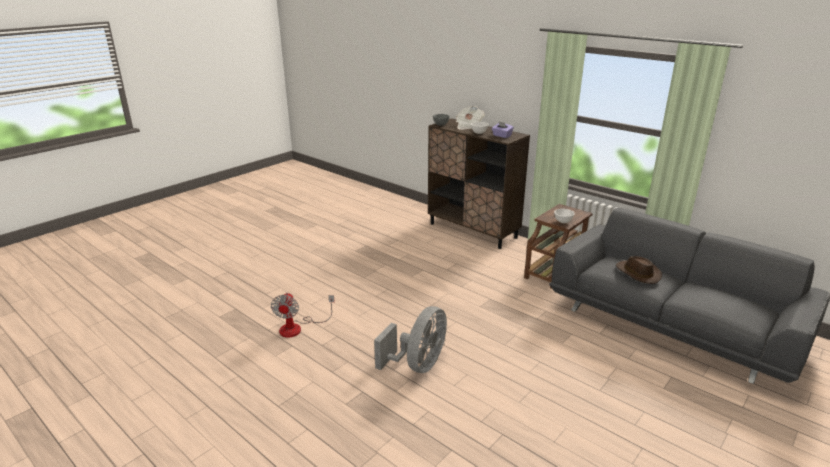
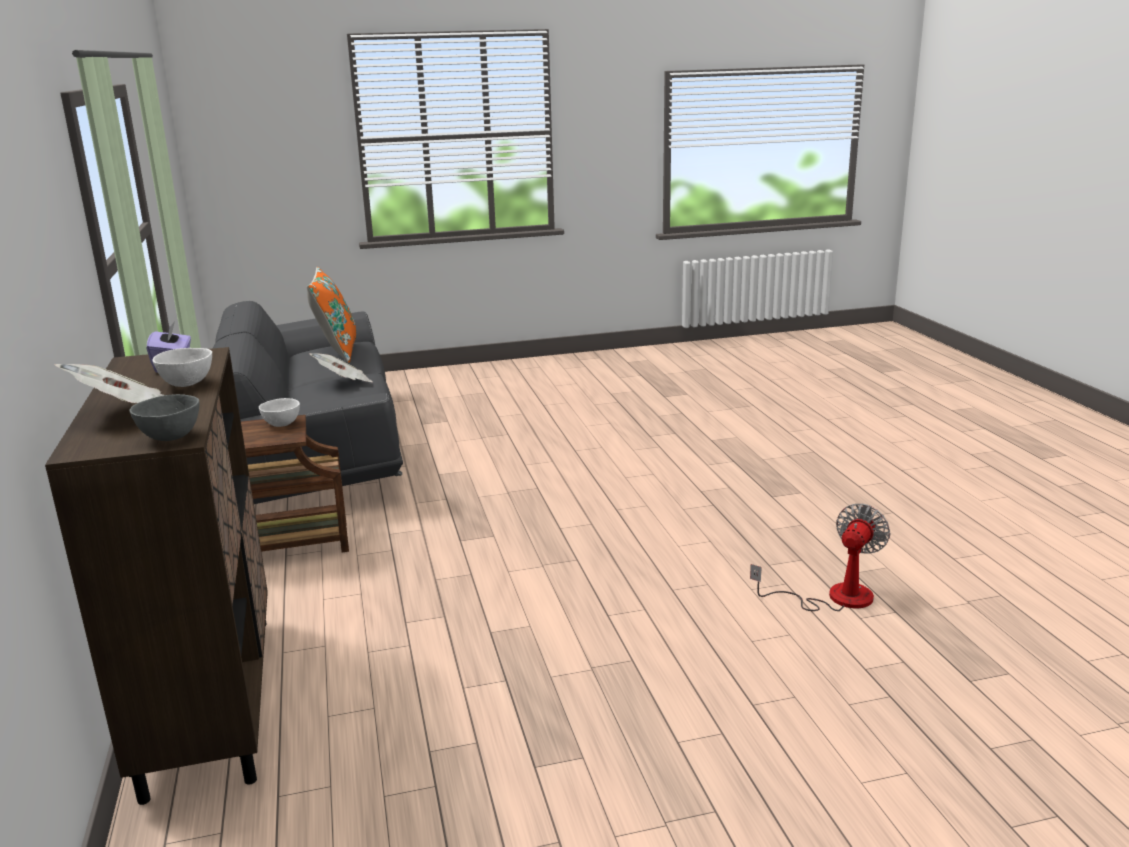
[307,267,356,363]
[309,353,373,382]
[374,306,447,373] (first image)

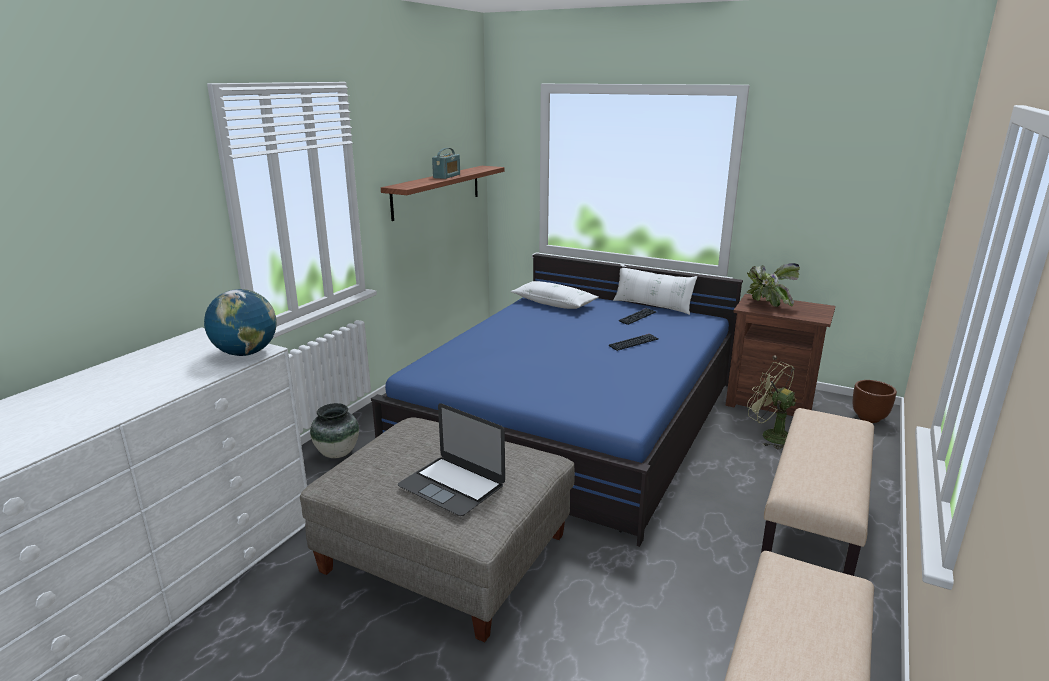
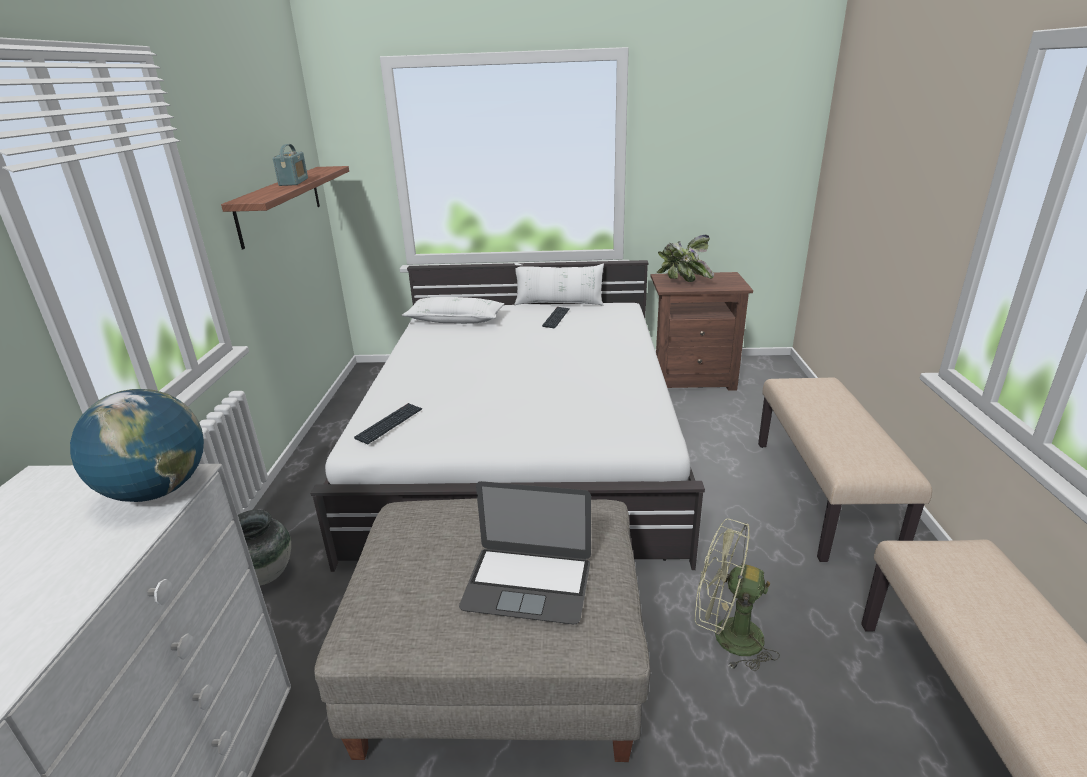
[310,260,705,572]
[354,403,423,444]
[695,519,780,671]
[853,380,897,423] (first image)

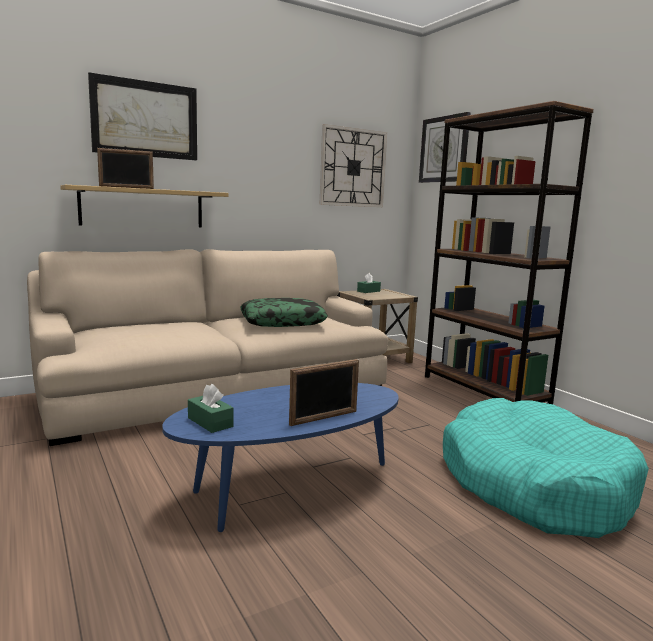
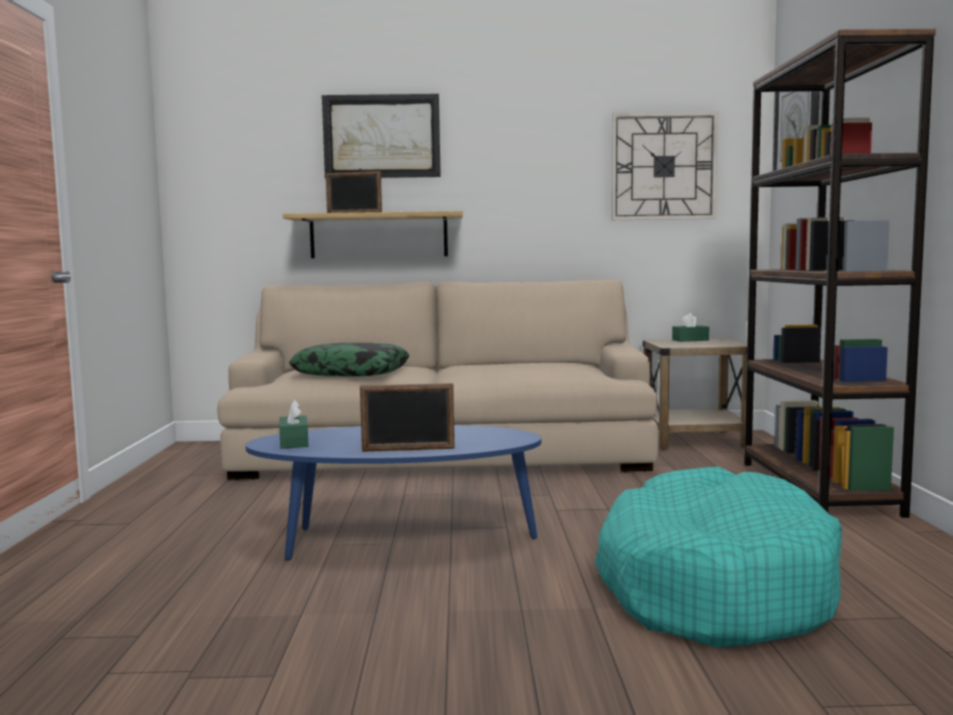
[289,343,409,377]

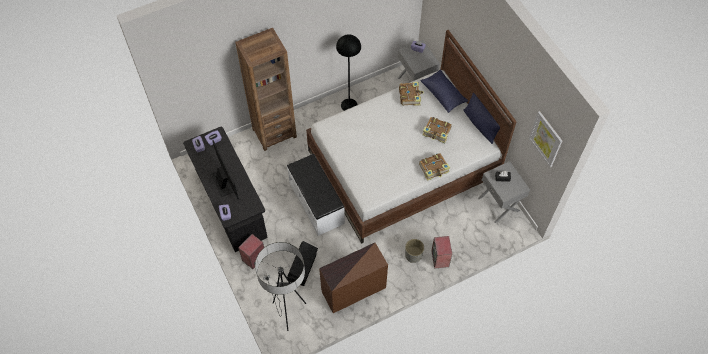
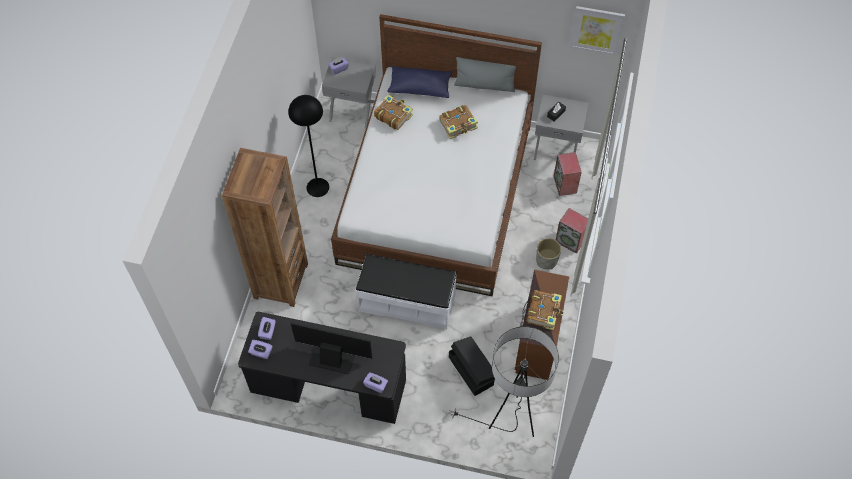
[454,57,516,92]
[526,290,564,330]
[554,152,582,196]

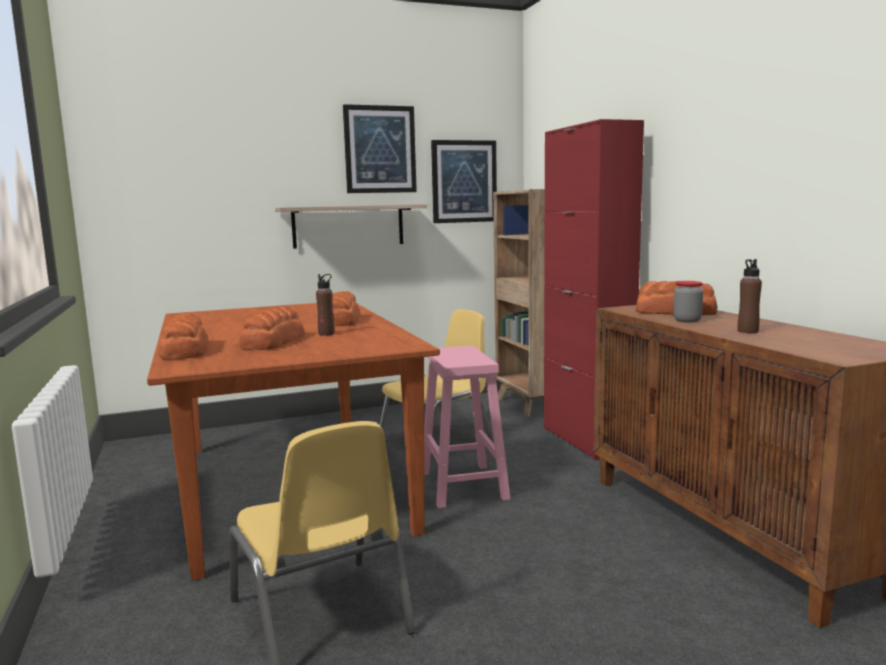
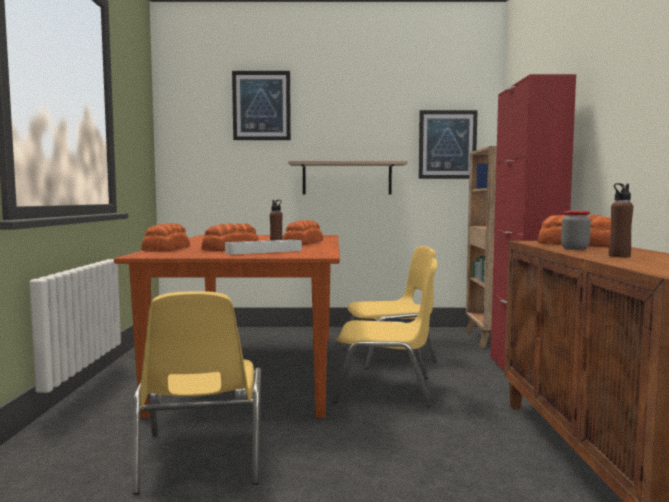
[225,239,302,255]
[232,71,291,140]
[333,258,437,407]

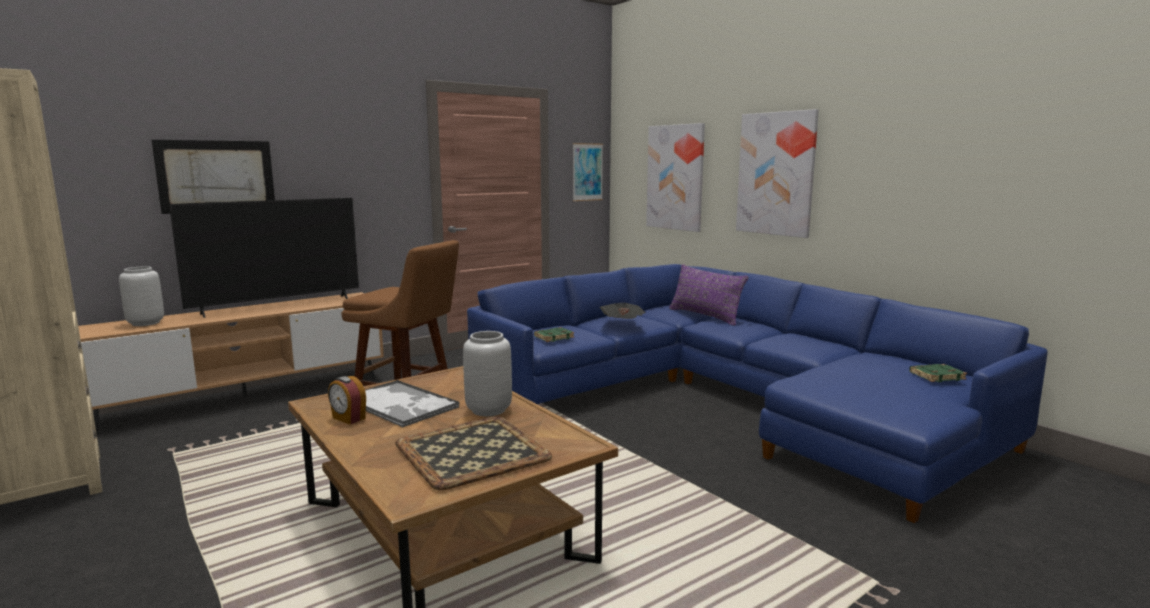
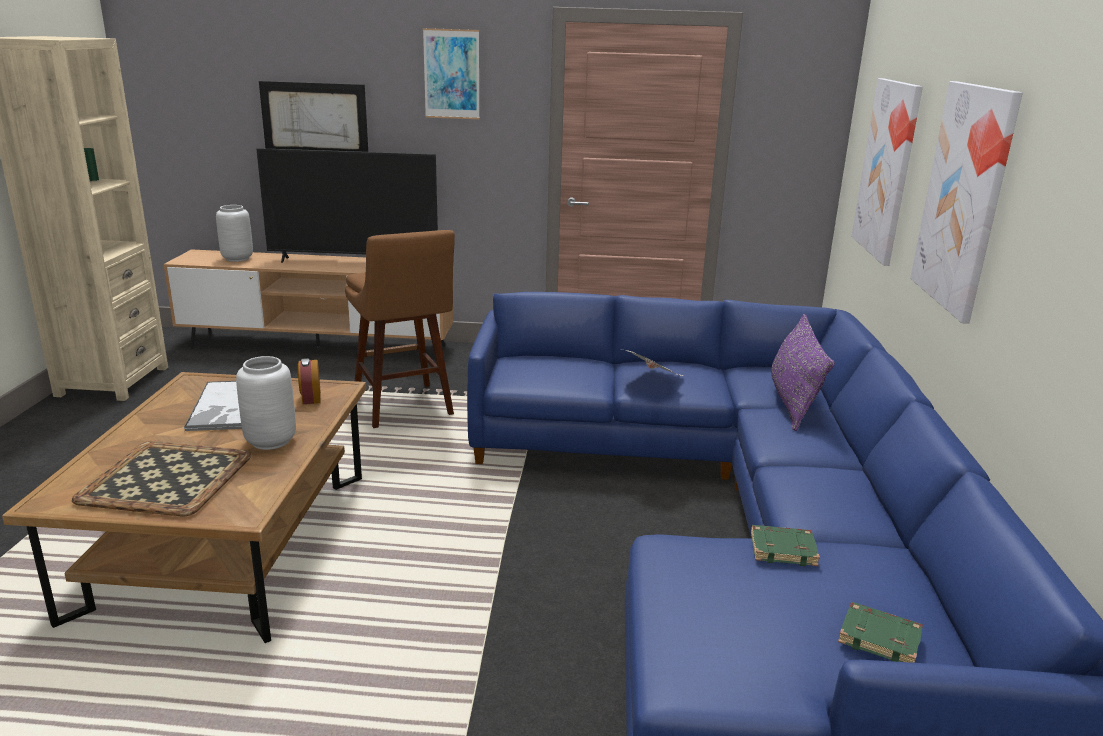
[298,358,321,404]
[423,28,480,119]
[751,525,820,566]

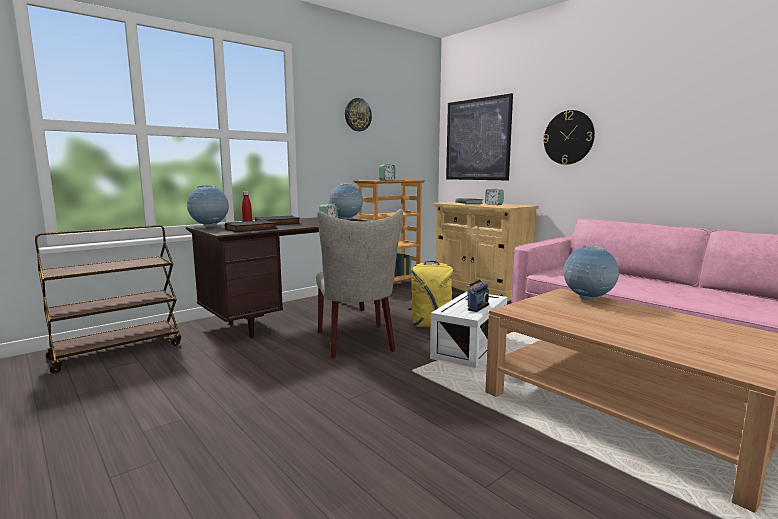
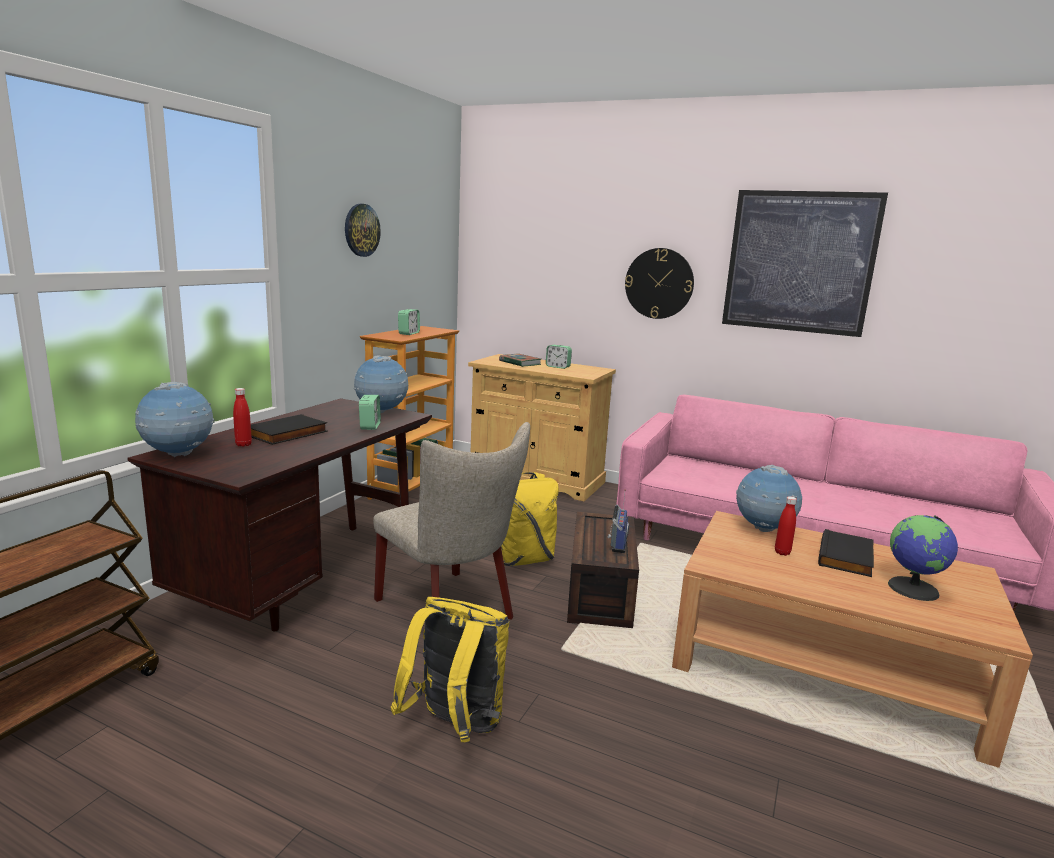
[391,597,509,742]
[567,512,639,628]
[722,190,888,337]
[775,496,797,556]
[818,529,874,577]
[888,515,958,601]

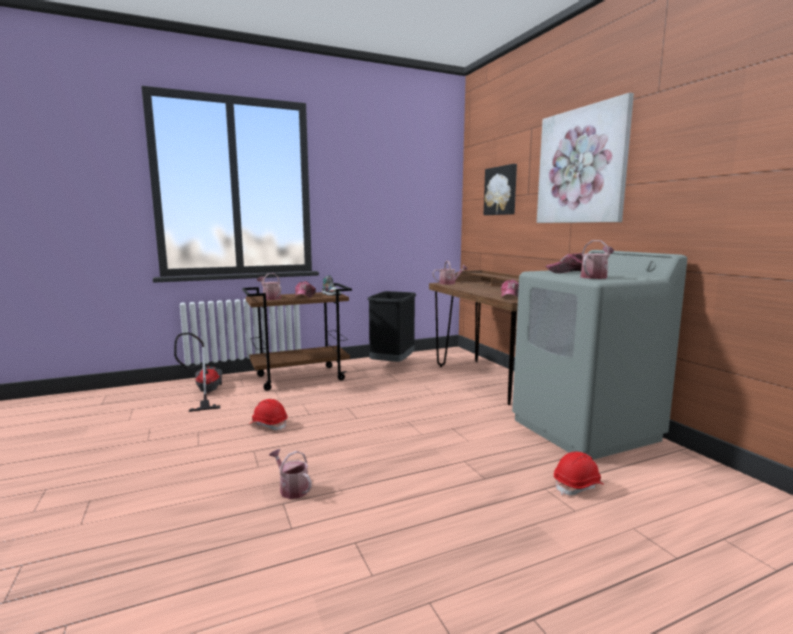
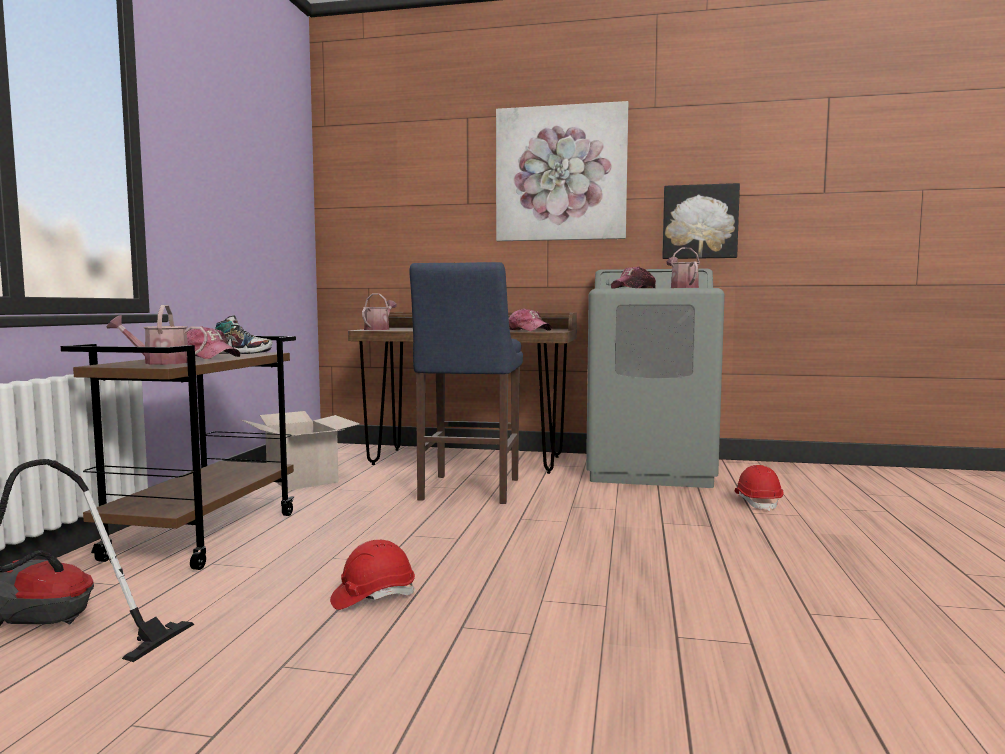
[242,411,360,490]
[409,262,523,504]
[662,183,740,259]
[269,449,312,499] (first image)

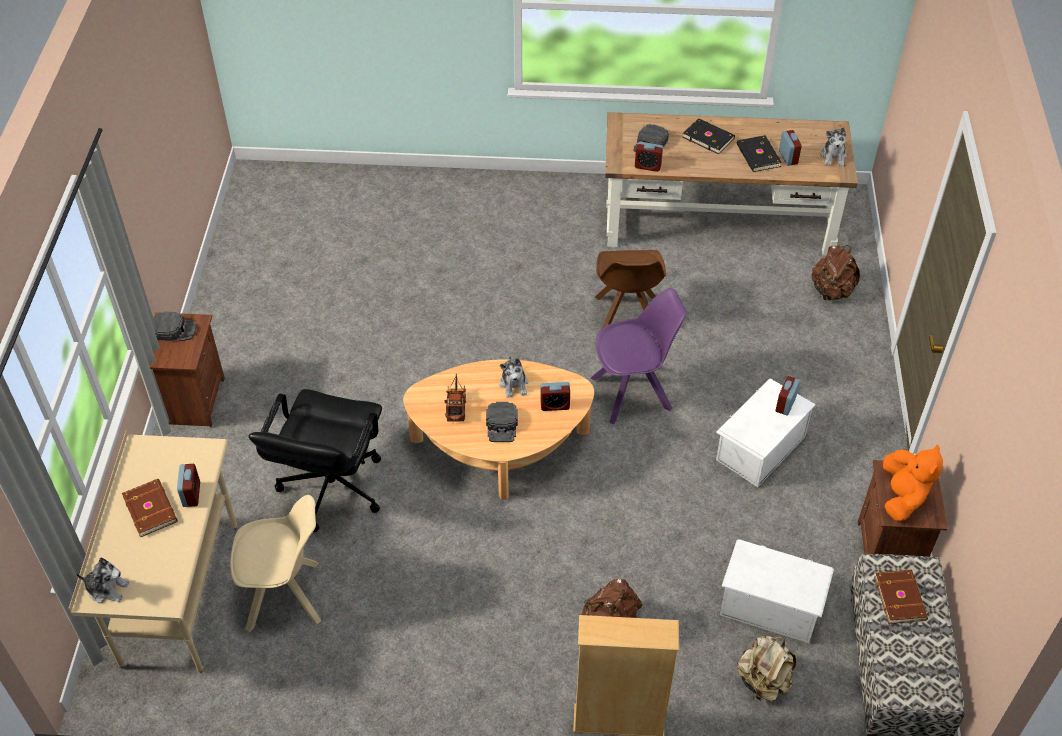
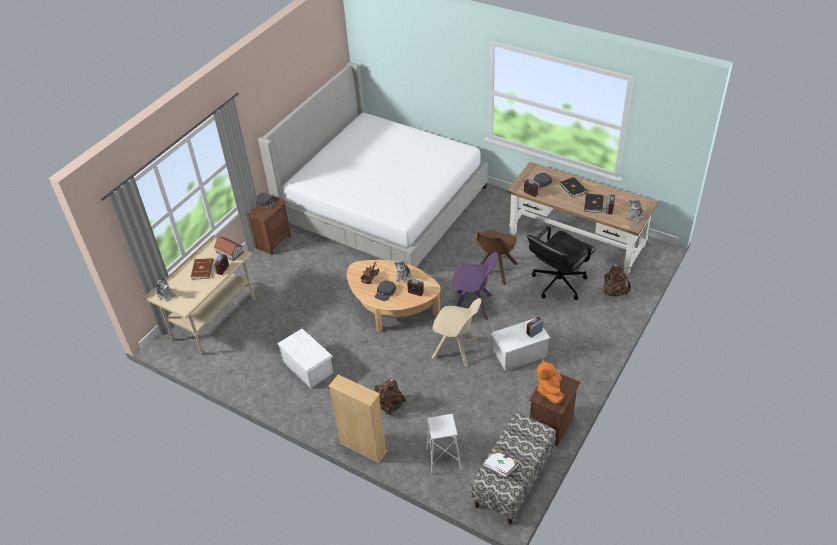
[214,236,244,261]
[258,62,488,267]
[277,329,333,388]
[426,414,462,474]
[432,298,482,367]
[483,451,519,477]
[527,226,596,300]
[537,359,564,404]
[874,570,928,624] (first image)

